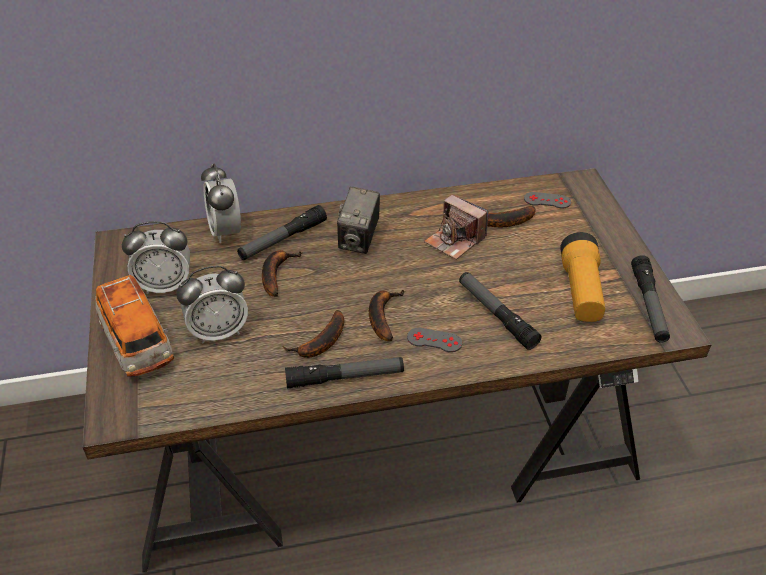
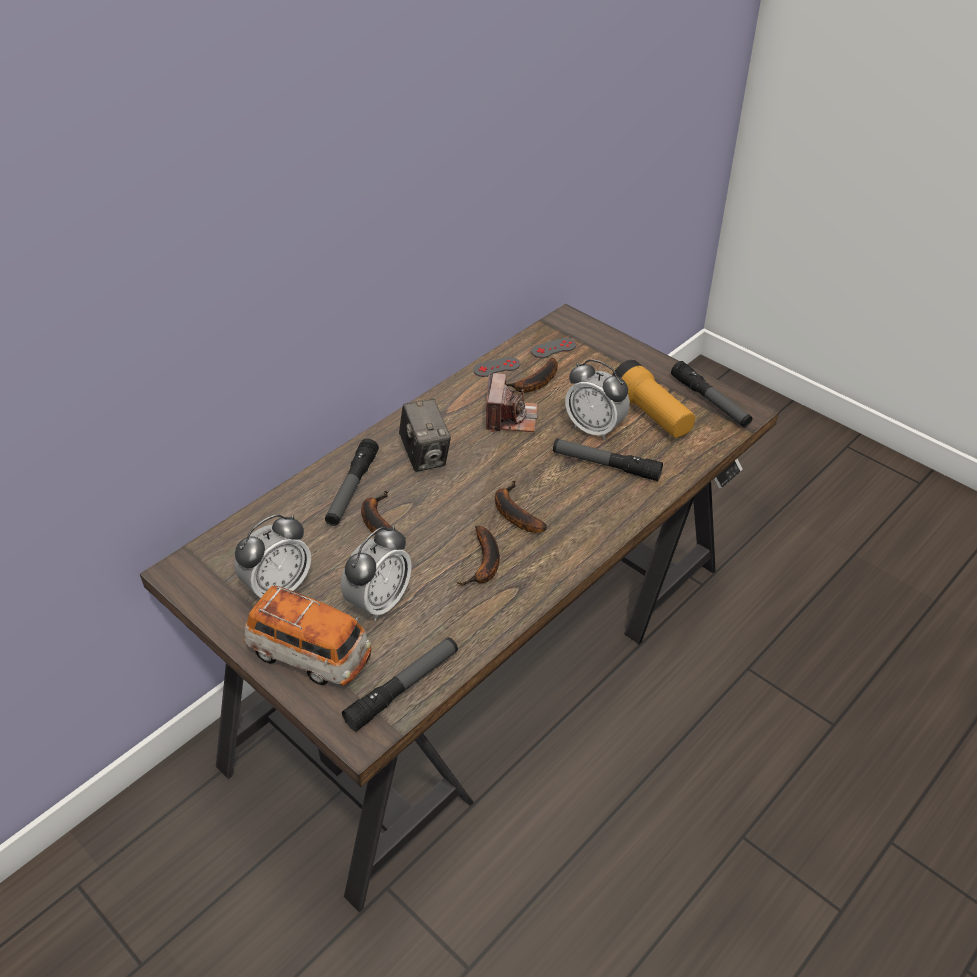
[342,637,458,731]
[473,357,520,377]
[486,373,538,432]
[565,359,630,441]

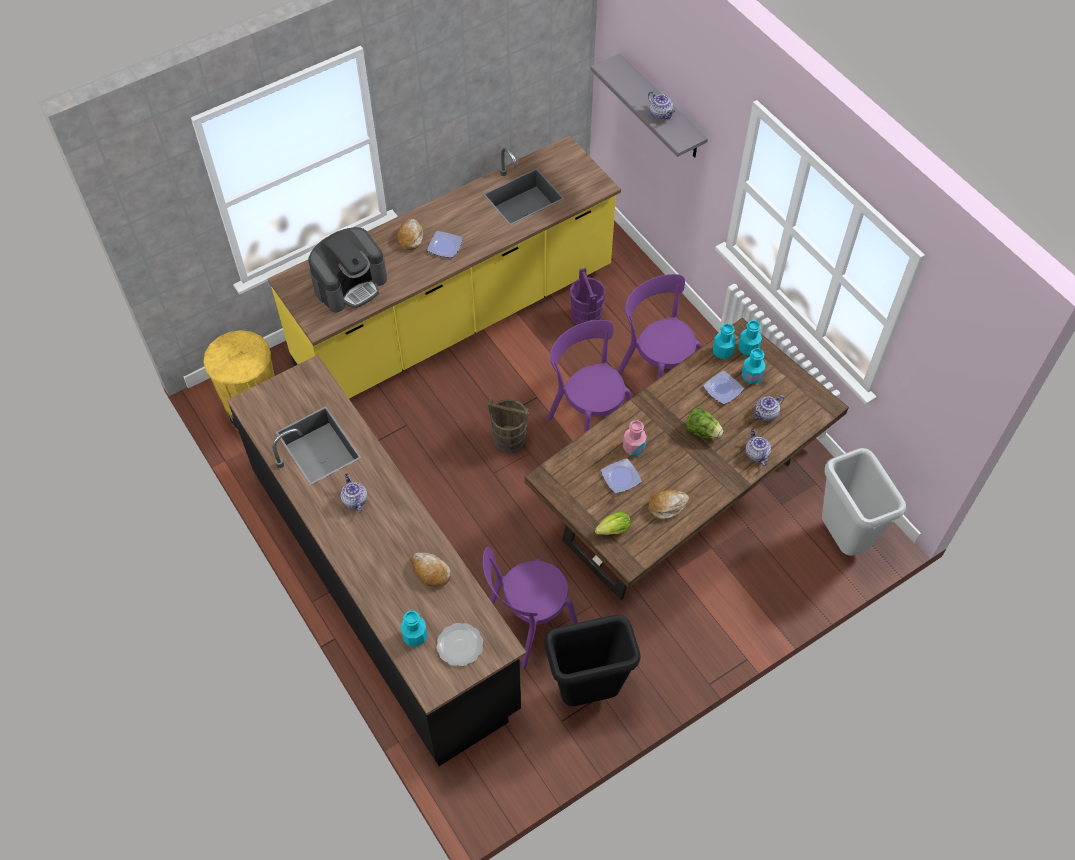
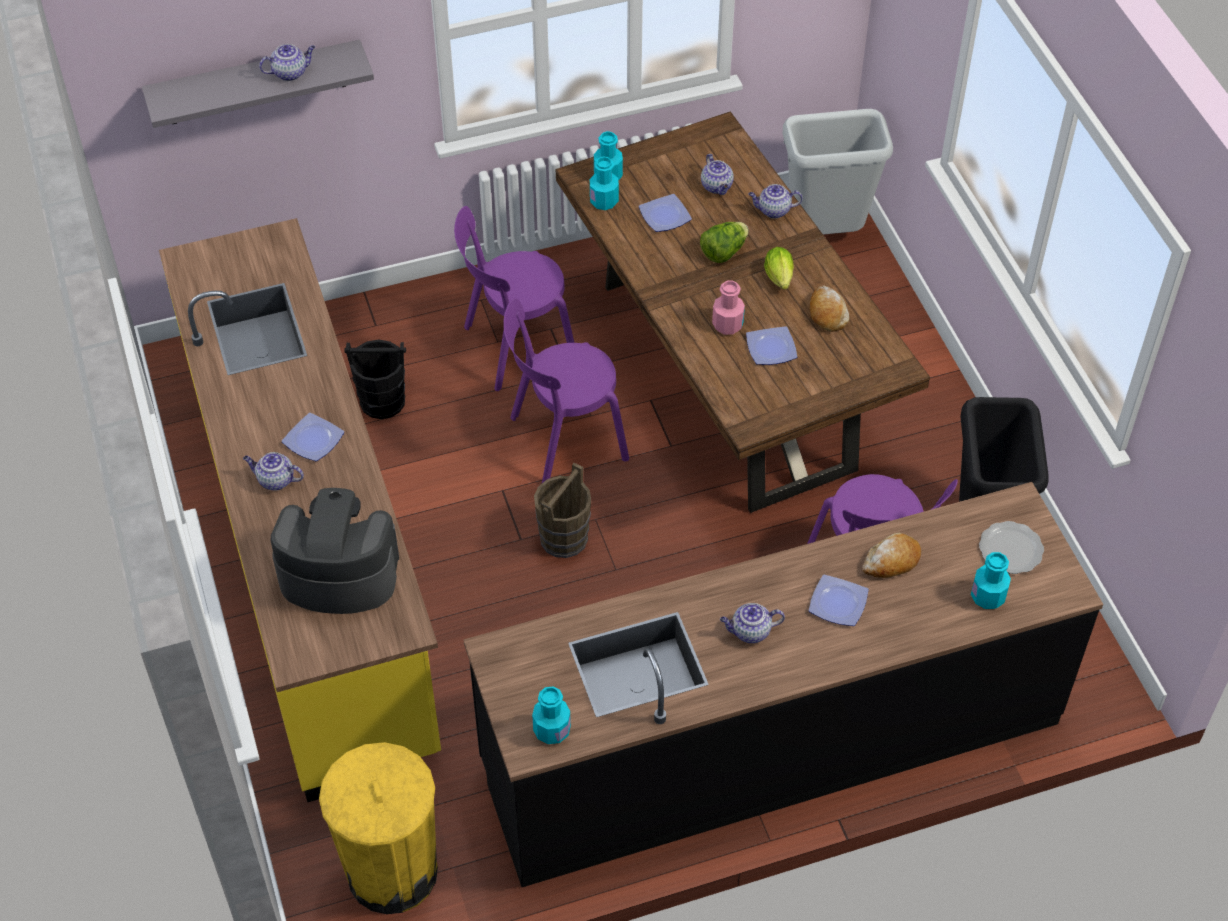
[243,452,304,490]
[271,488,399,614]
[345,339,406,419]
[532,687,571,744]
[764,247,794,290]
[809,574,869,626]

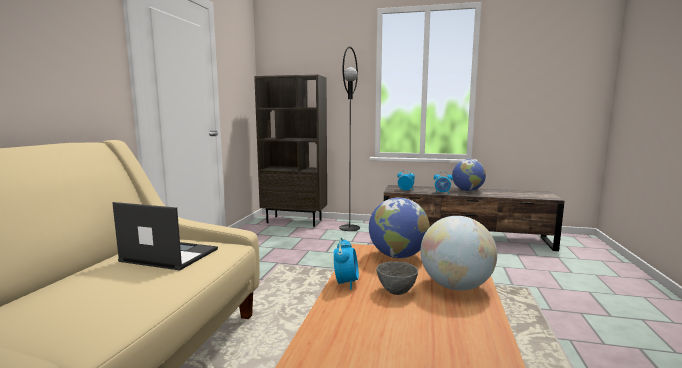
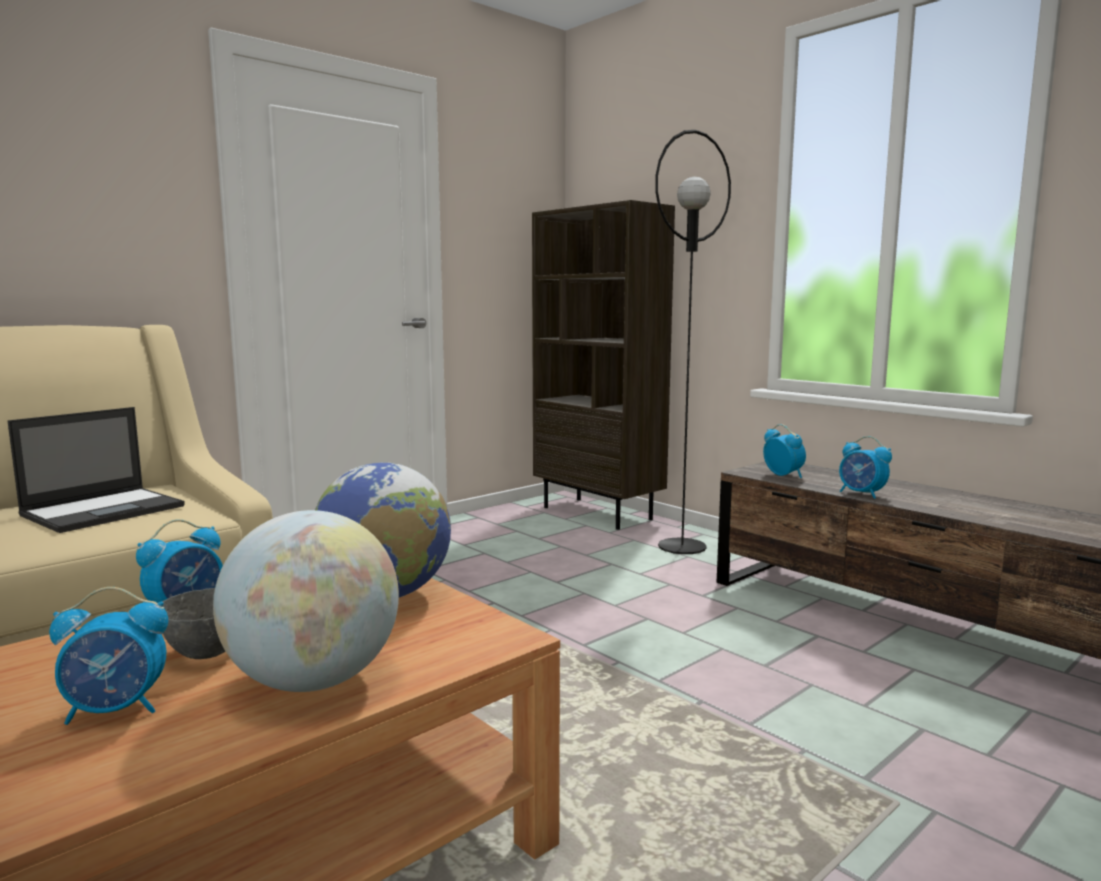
[7,407,185,533]
[49,587,168,725]
[452,159,486,191] (first image)

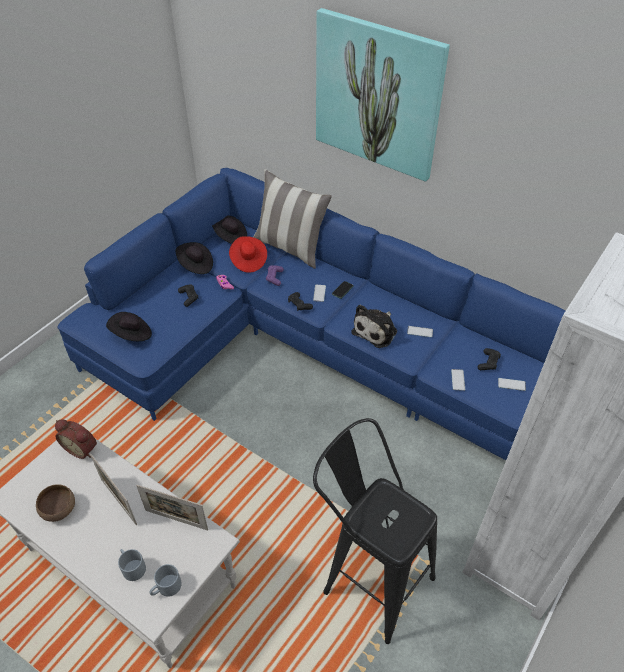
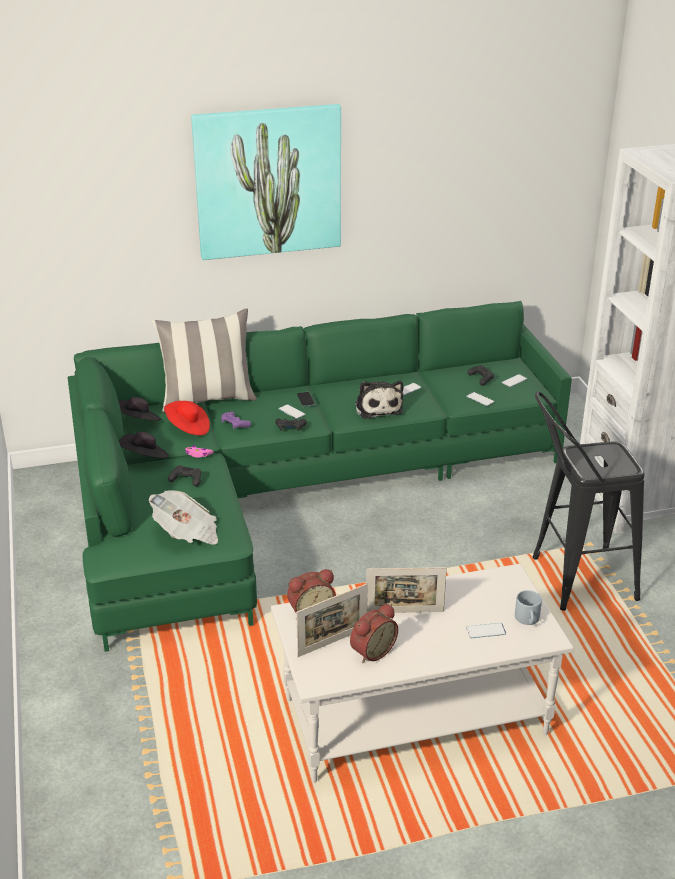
[68,301,572,652]
[149,490,218,545]
[296,584,368,657]
[350,604,398,663]
[466,623,506,638]

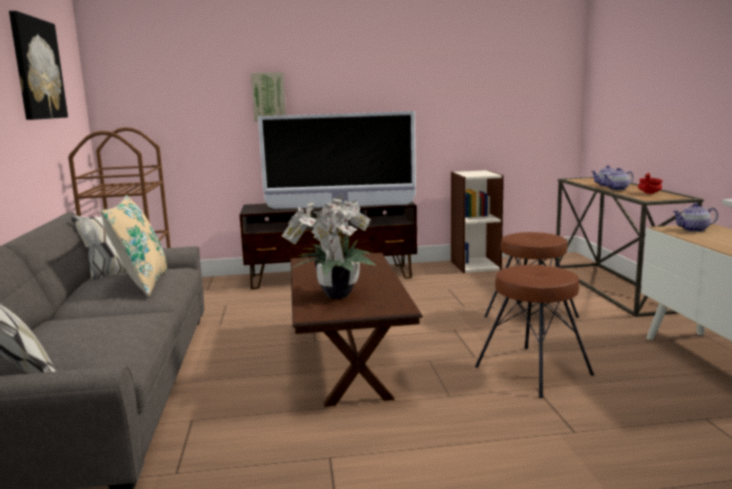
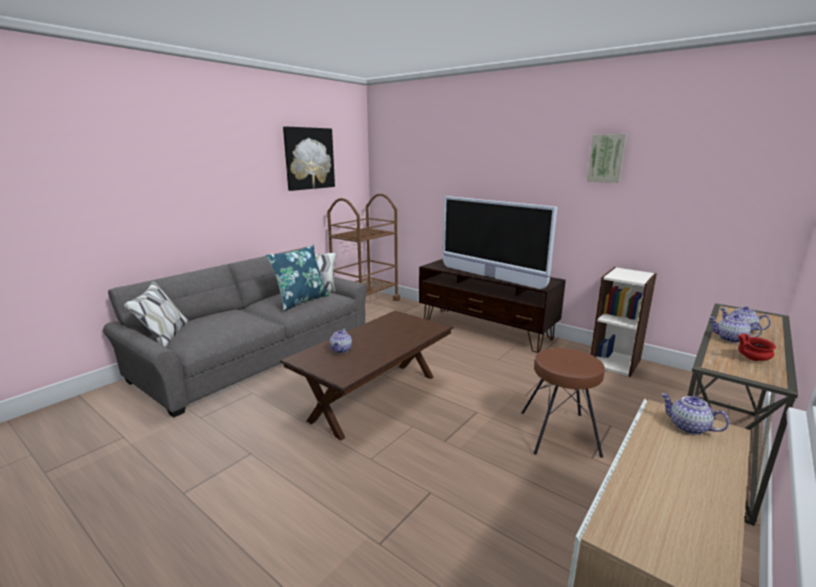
[266,245,329,311]
[330,328,352,353]
[587,134,627,183]
[475,265,594,398] (first image)

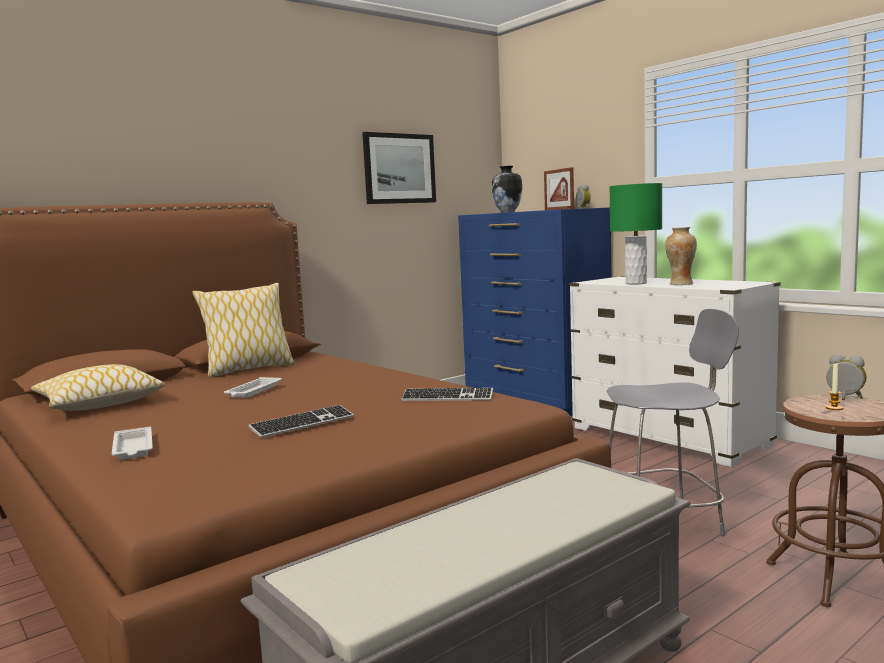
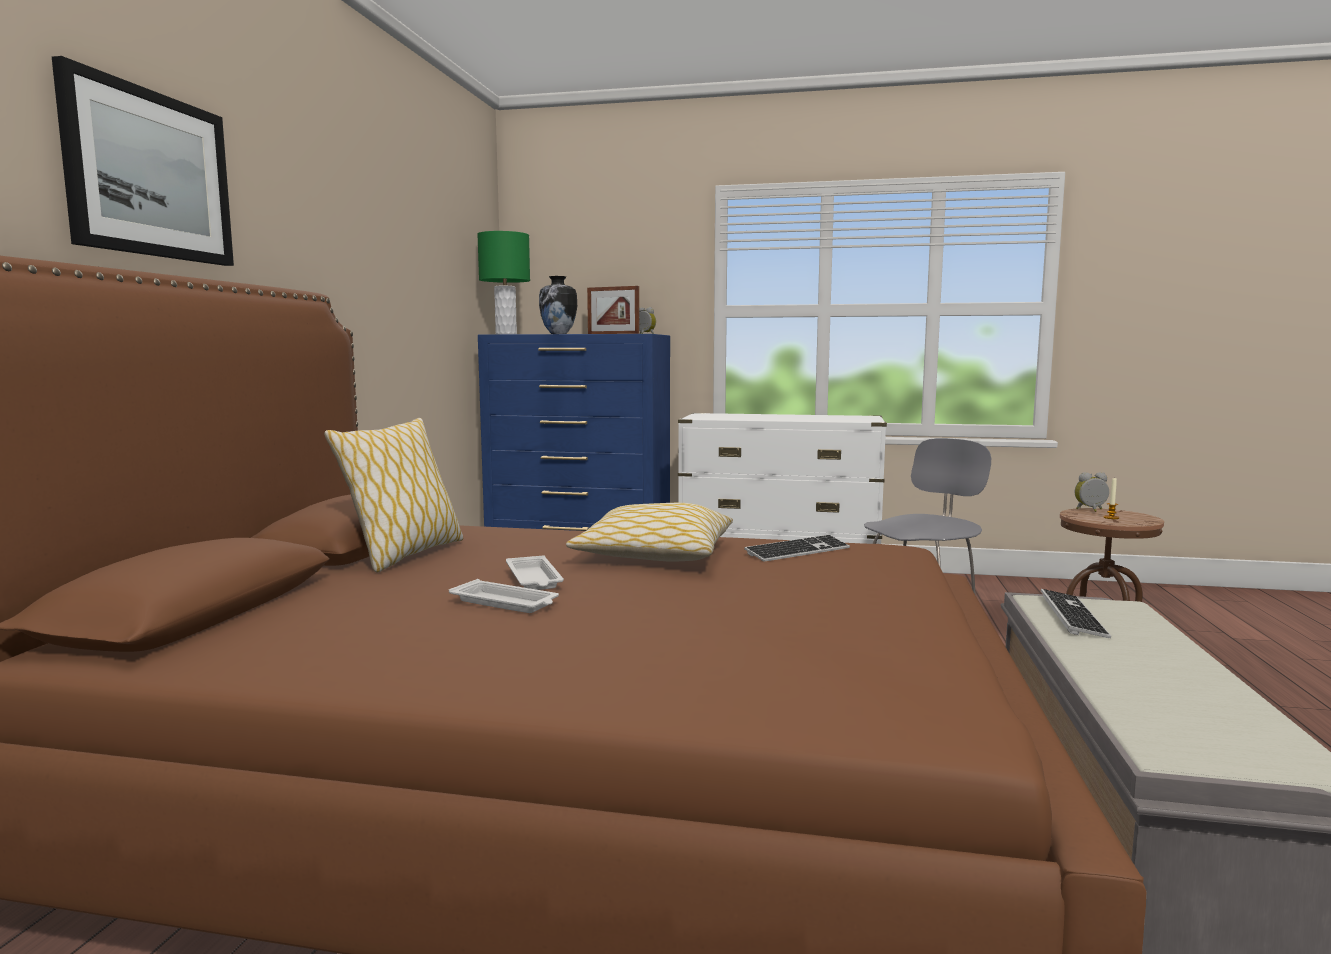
[52,56,234,266]
[449,579,559,613]
[477,231,530,334]
[566,503,733,562]
[1041,589,1111,638]
[665,227,697,285] (first image)

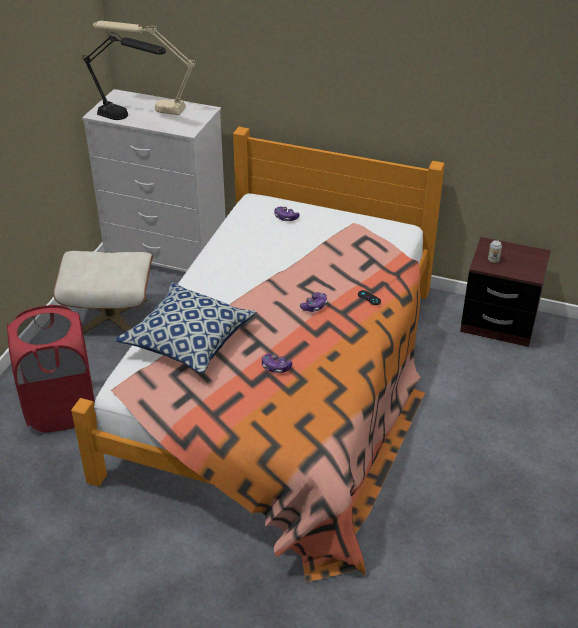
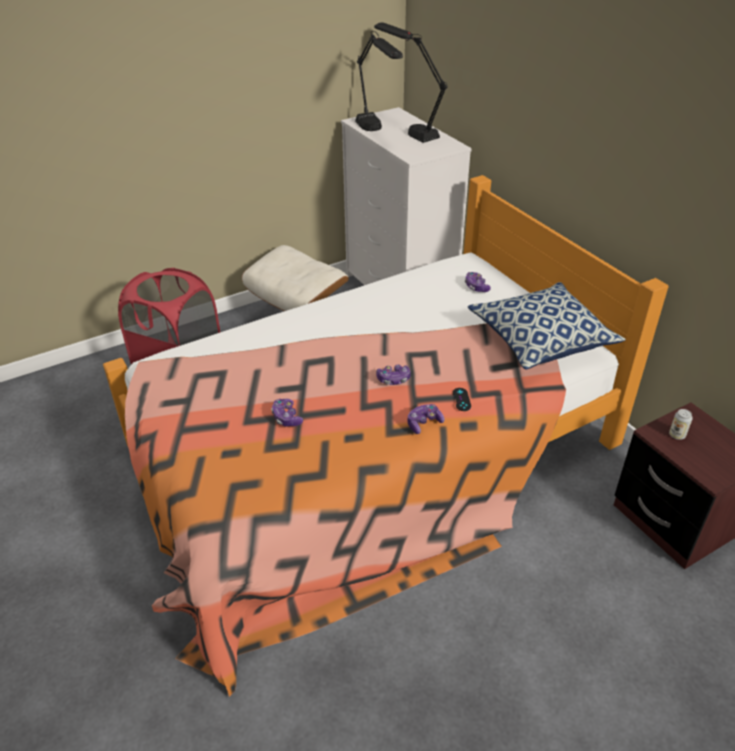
[374,22,447,143]
[408,404,444,434]
[467,282,626,370]

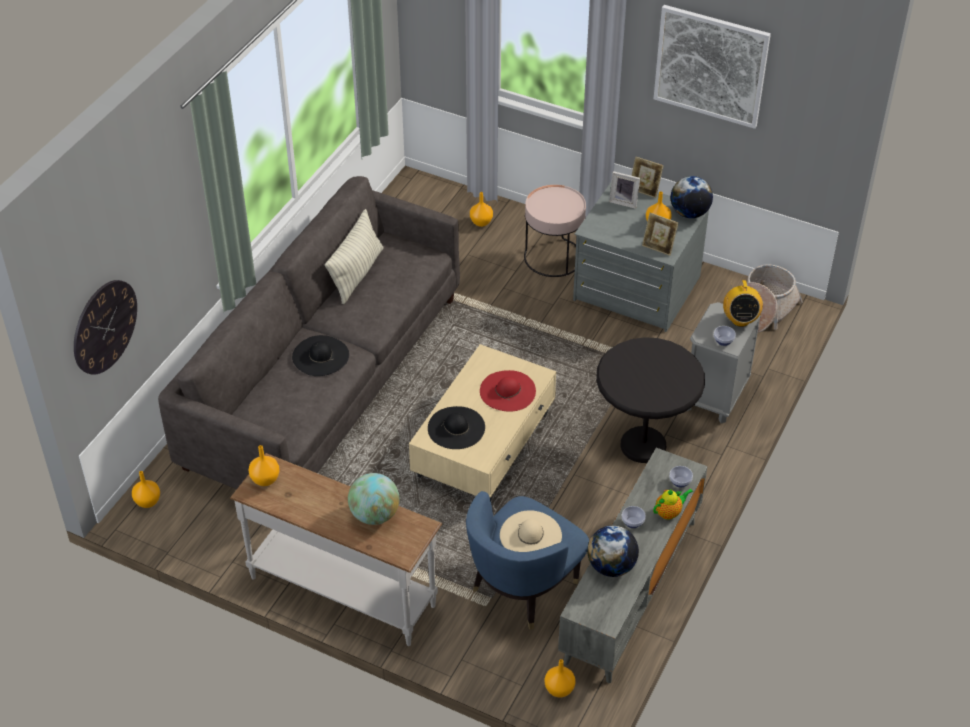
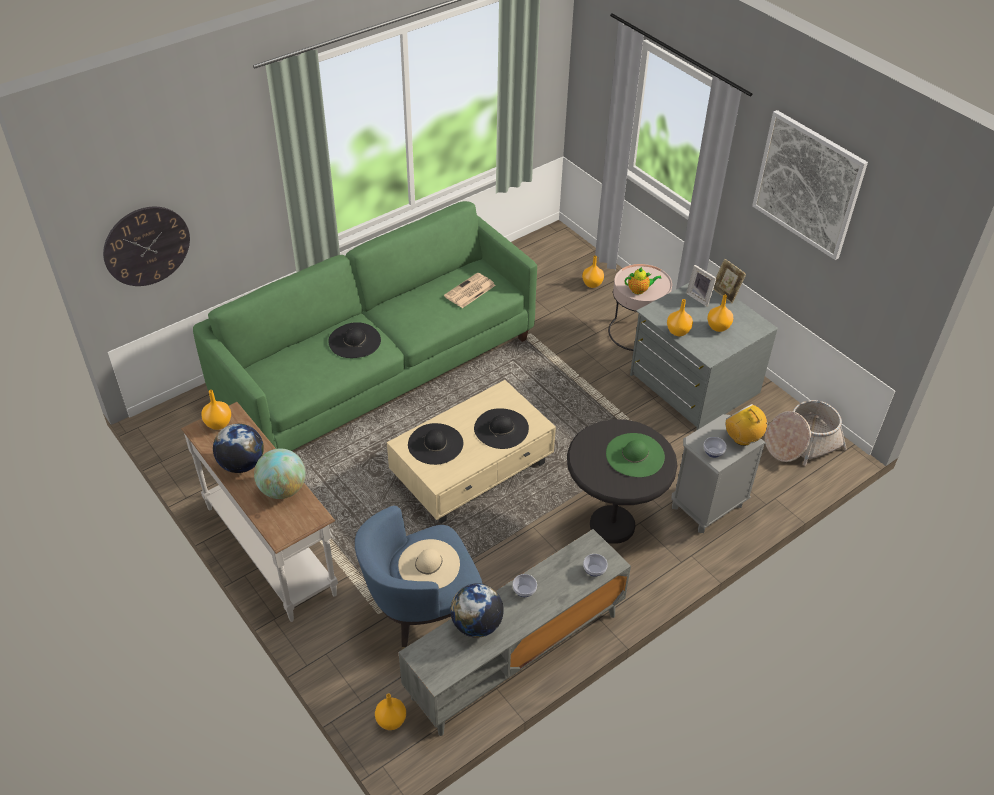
[193,201,537,451]
[213,424,264,473]
[444,273,496,308]
[474,408,529,449]
[606,433,665,477]
[625,267,661,294]
[667,299,693,336]
[726,404,773,446]
[325,209,384,305] (first image)
[642,213,678,256] (first image)

